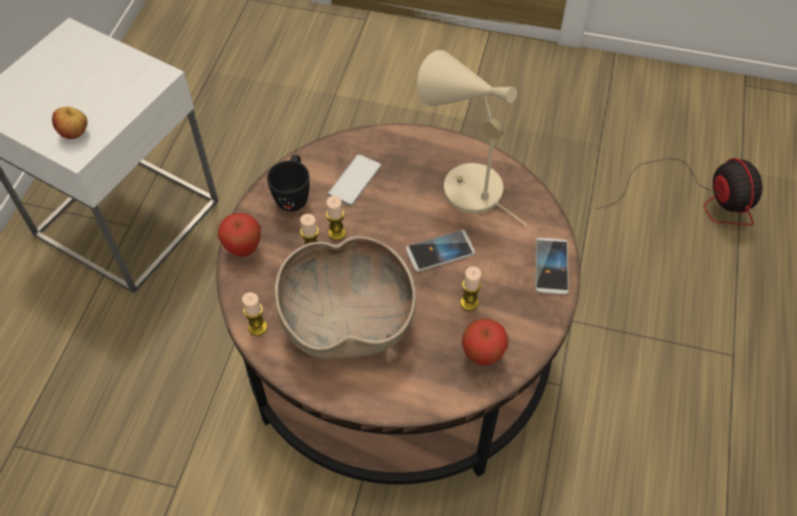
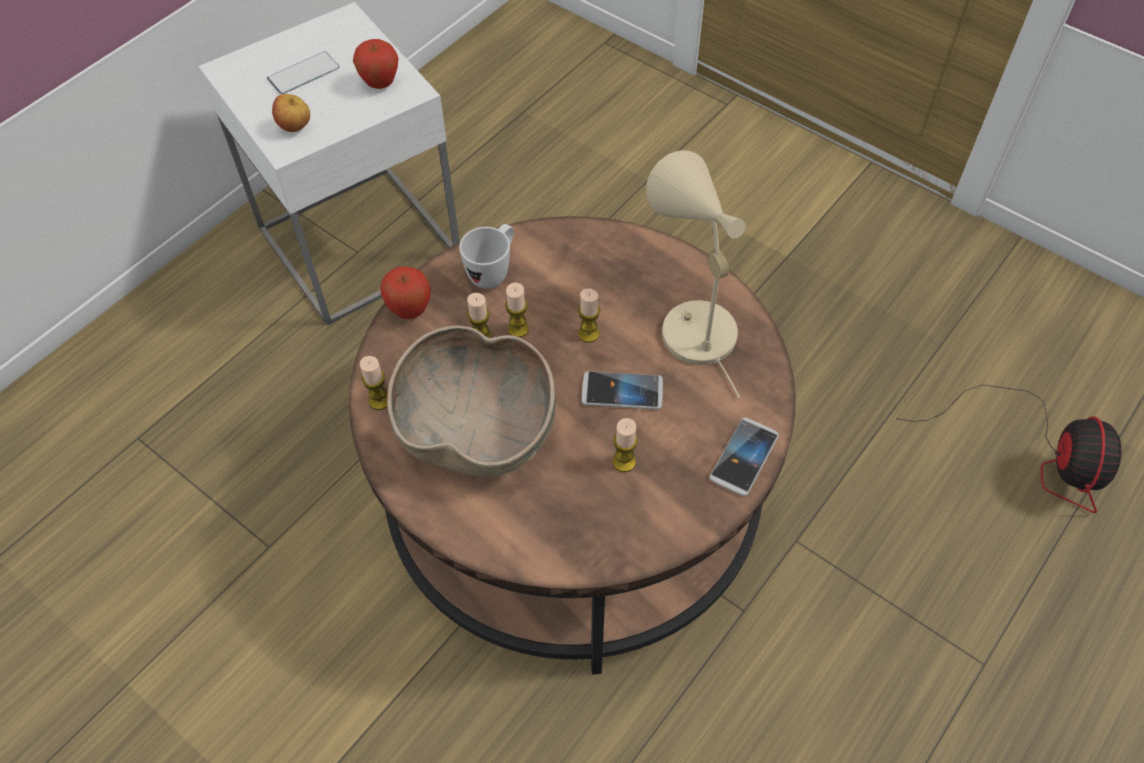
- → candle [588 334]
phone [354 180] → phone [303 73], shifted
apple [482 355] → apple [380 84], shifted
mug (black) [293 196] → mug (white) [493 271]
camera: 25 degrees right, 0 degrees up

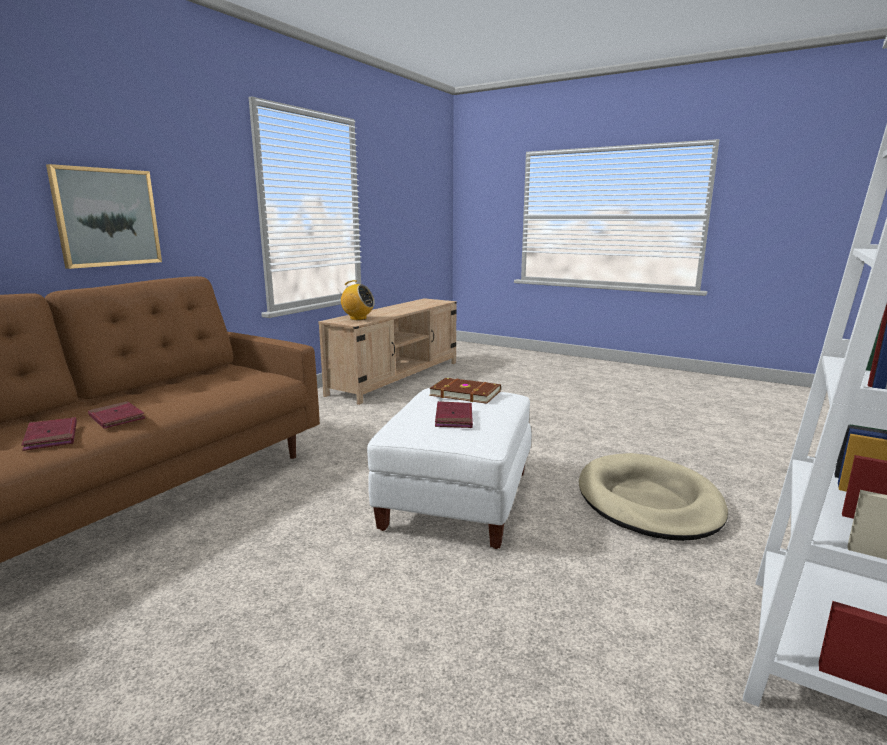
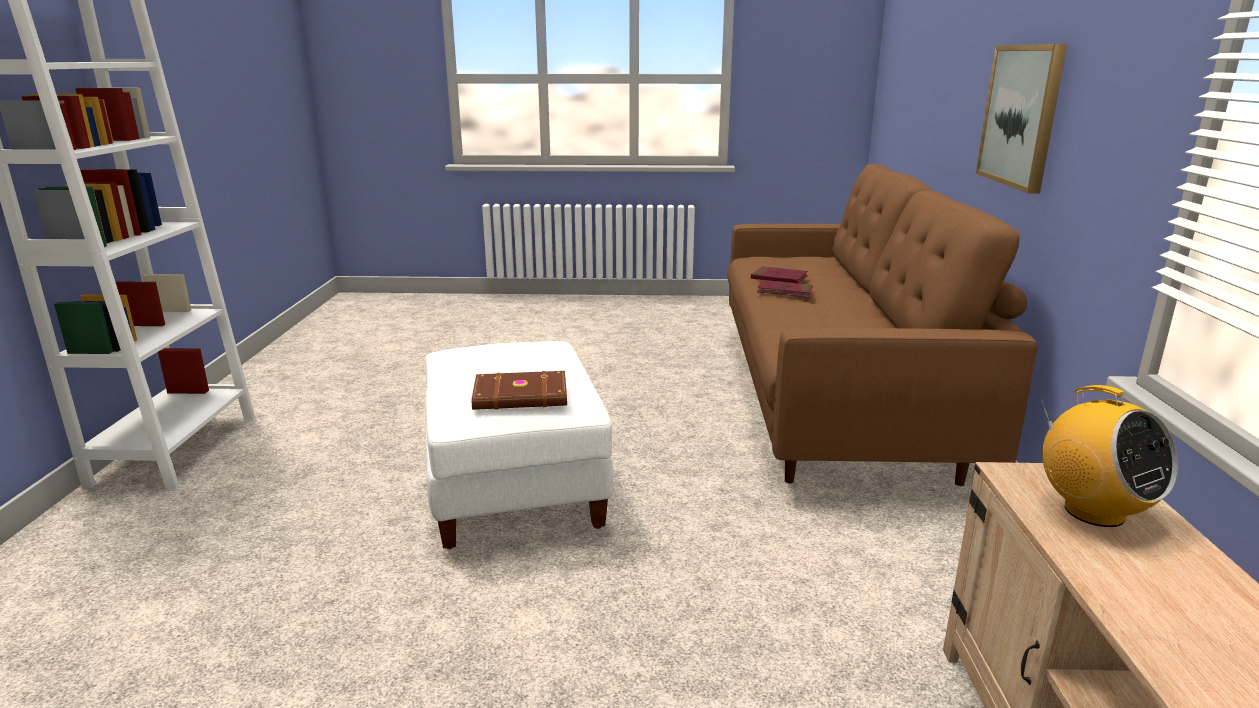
book (red) [454 418] → -
dog bed (beige) [648 501] → -
radio [358 318] → radio [1093 511], 105 degrees counterclockwise
camera: 150 degrees right, 5 degrees up

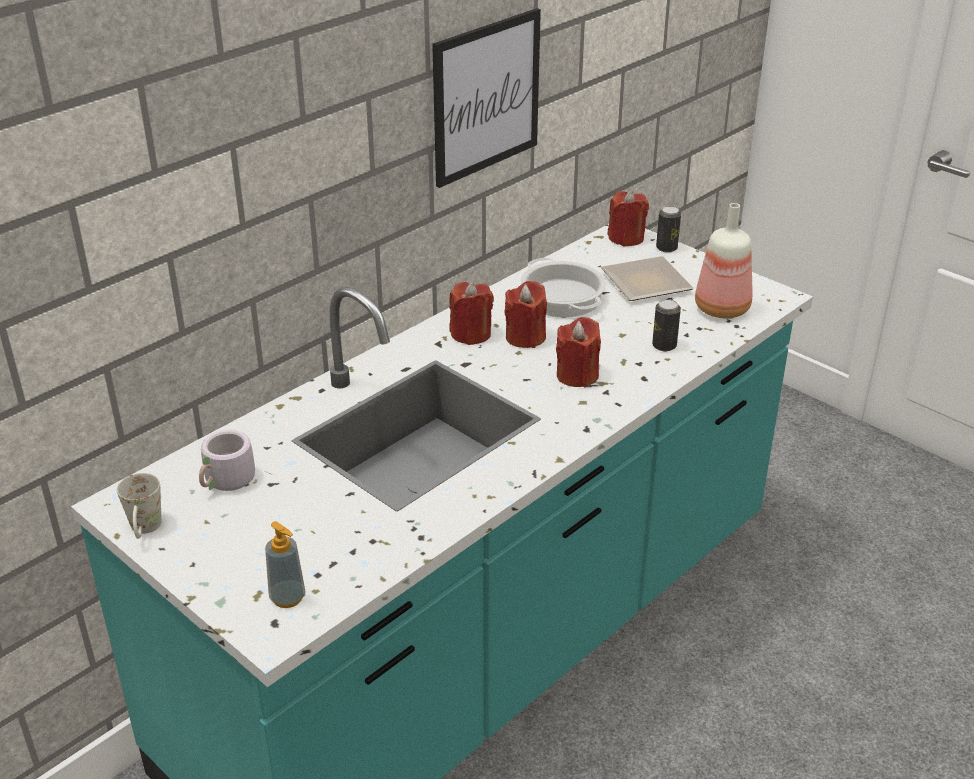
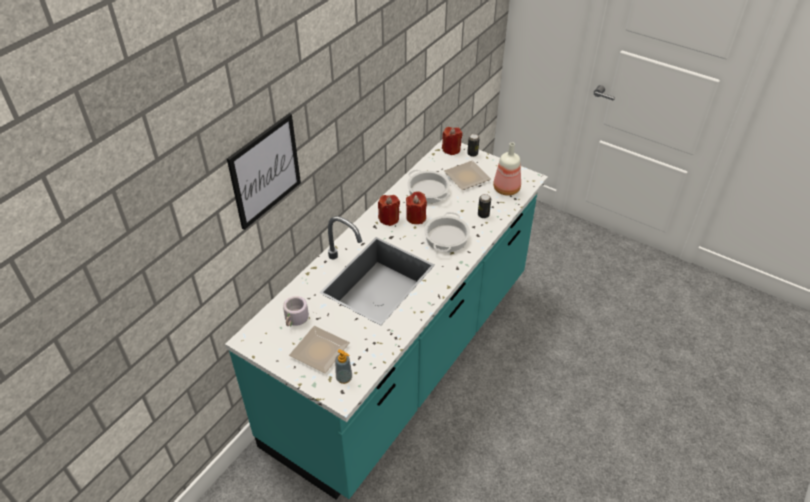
mug (white) [145 531] → -
- → plate [319 349]
picture [486 97] → picture [265 171], shifted
candle (red) [577 375] → cooking pot [446 237]
camera: 10 degrees left, 10 degrees up

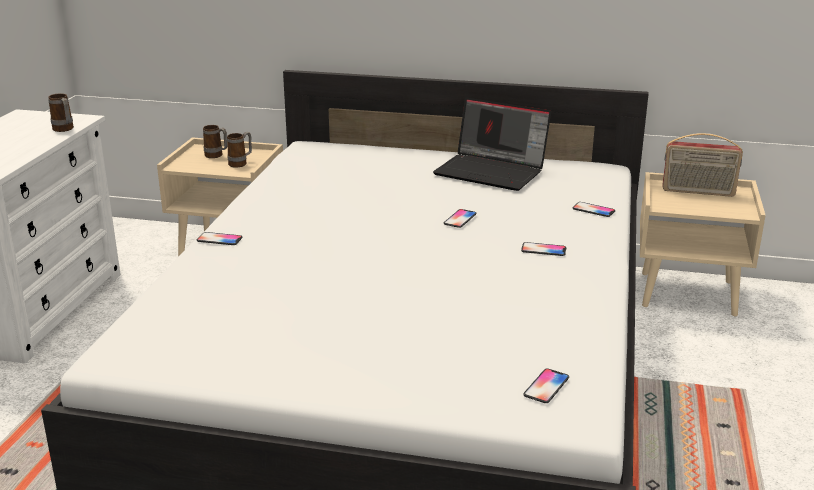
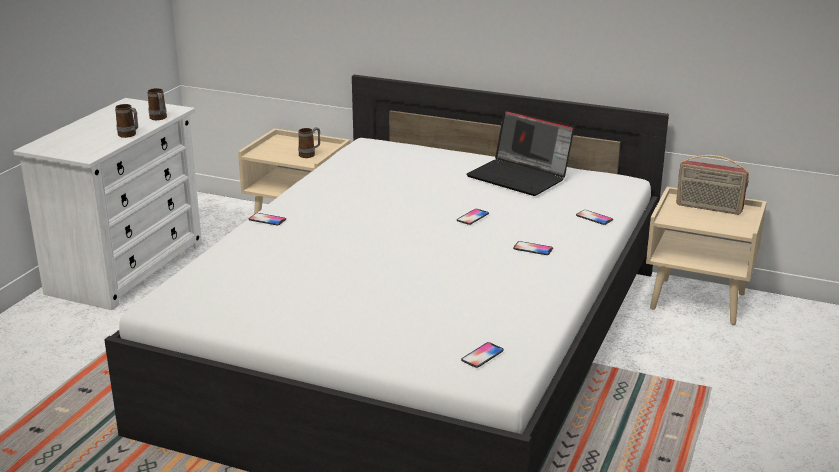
mug [216 156] → mug [129 135], shifted
camera: 10 degrees right, 0 degrees up

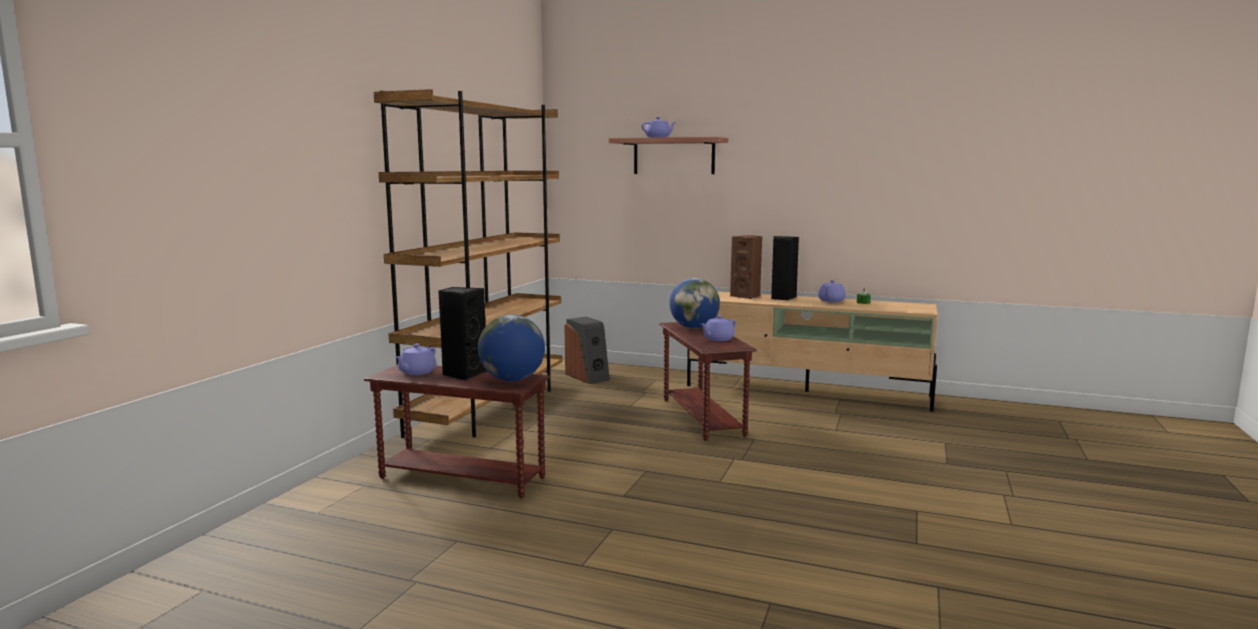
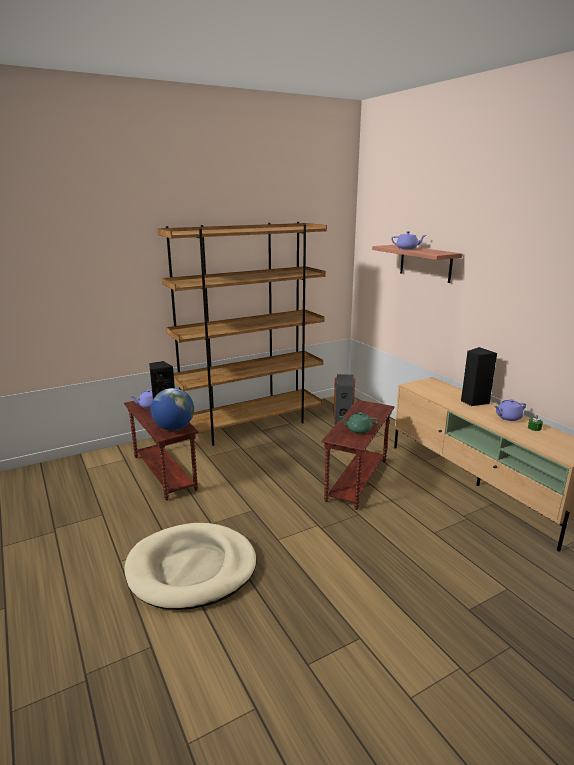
globe [694 327] → -
speaker (brown) [747 296] → -
- → dog bed (beige) [192 569]
teapot (purple) [718 339] → teapot (green) [358 430]
camera: 40 degrees right, 10 degrees up

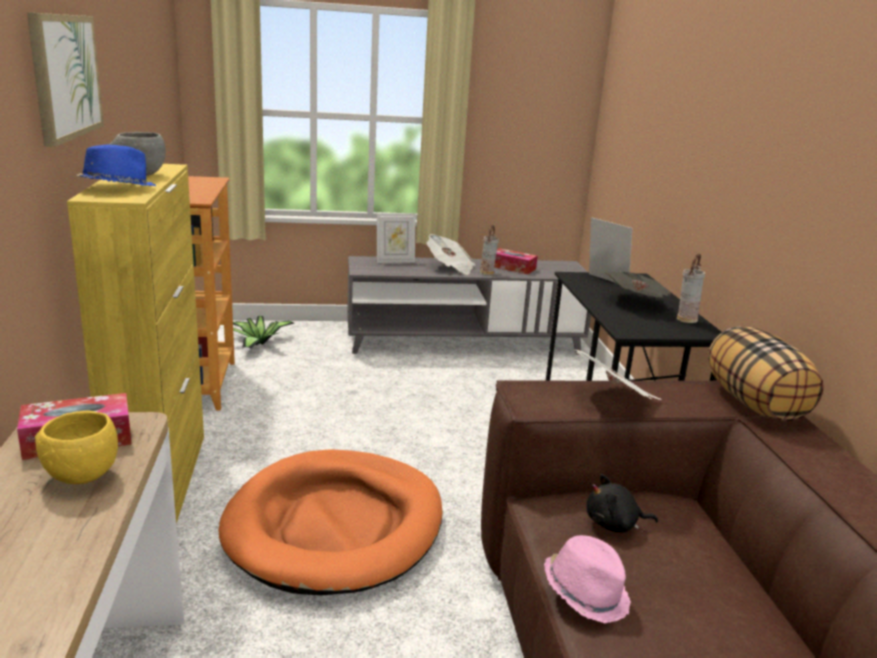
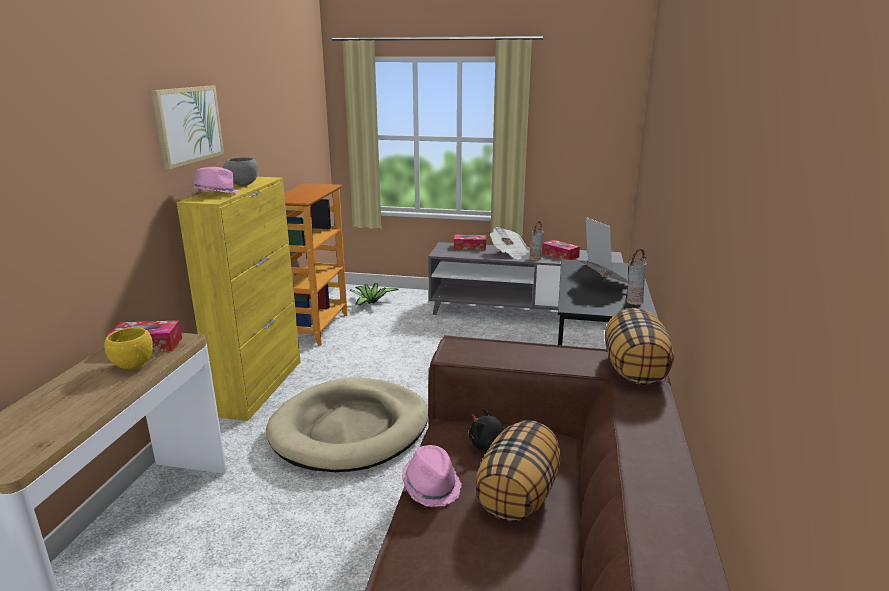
newspaper [614 398] → -
- → pillow [518 496]
picture frame [395 261] → tissue box [470 247]
hat (blue) [117 188] → hat (pink) [215 194]
dog bed (orange) [335 526] → dog bed (beige) [350 429]
camera: 20 degrees right, 0 degrees up

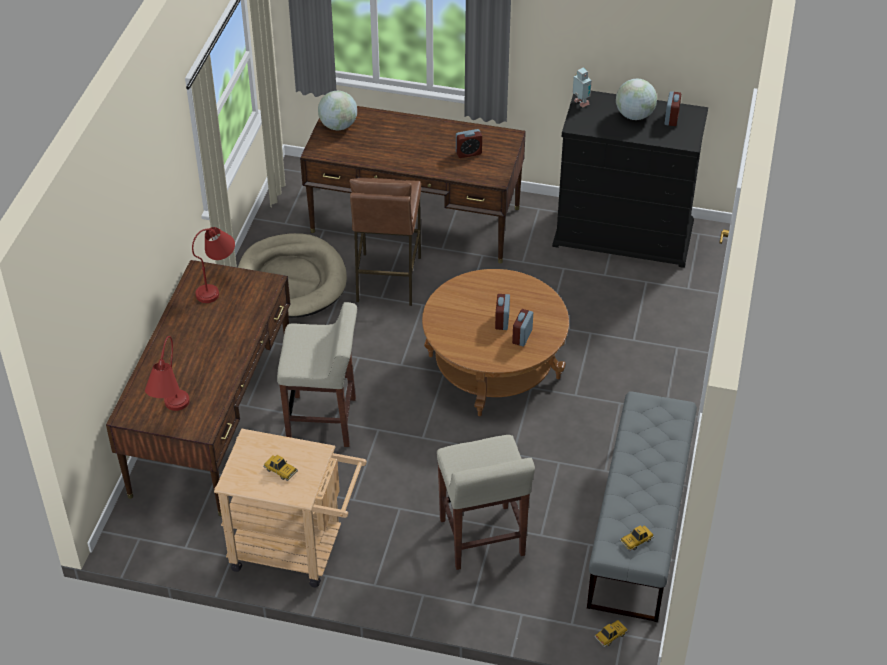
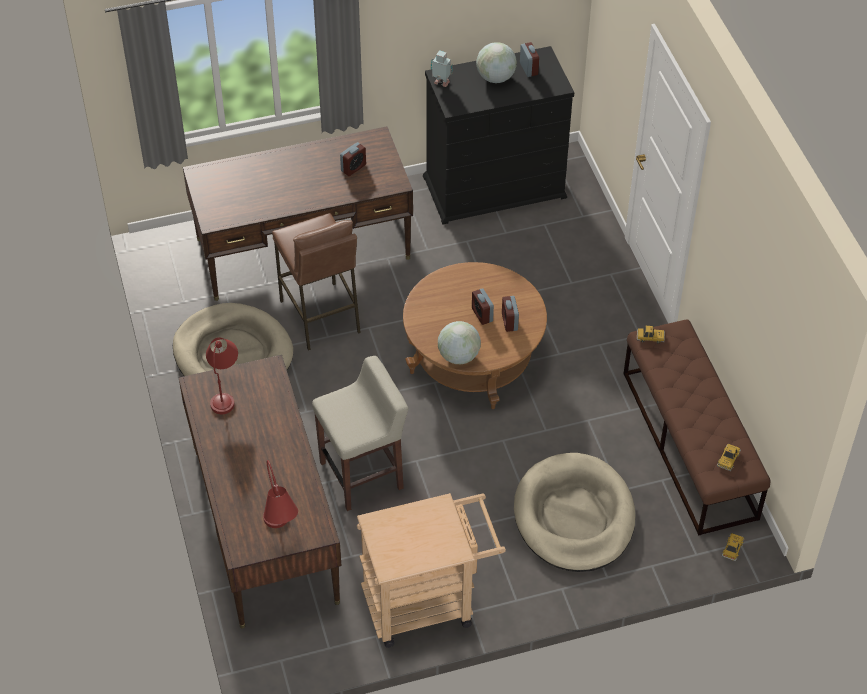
toy car [280 470] → toy car [650 337], shifted
globe [338 126] → globe [459 356], shifted
stool (beige) [482 538] → dog bed (beige) [574 516]
bench (grey) [639 525] → bench (brown) [689 445]
camera: 30 degrees left, 5 degrees up

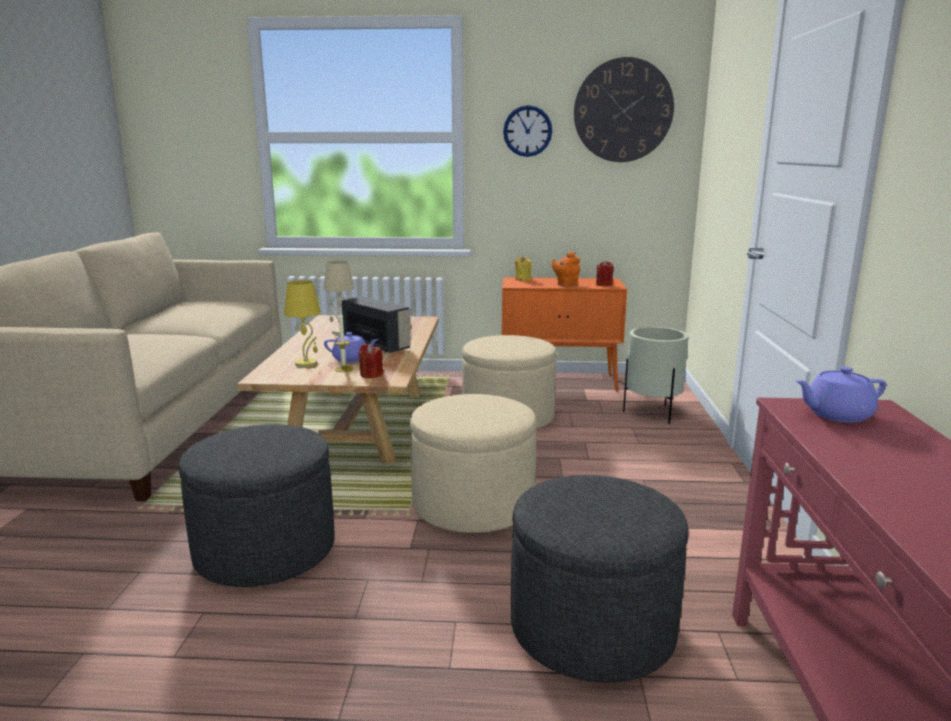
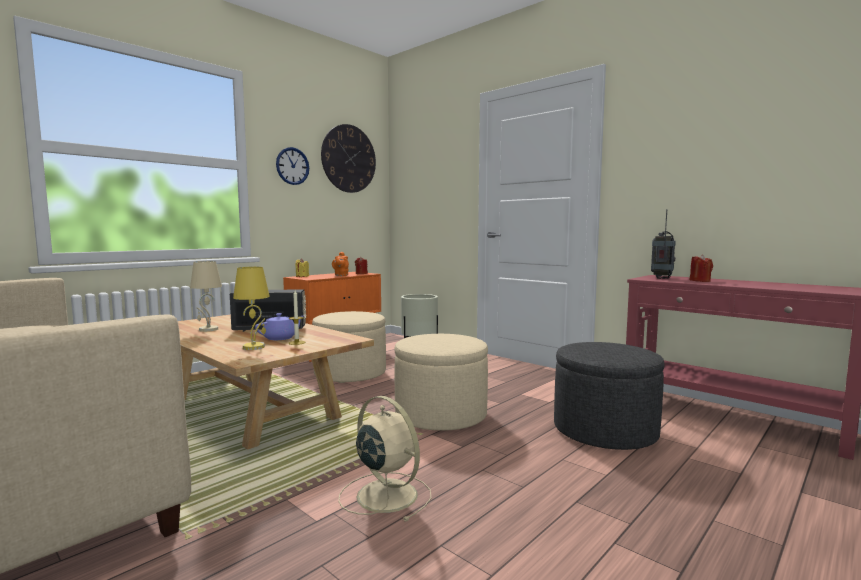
candle (red) [371 375] → candle (red) [700 281], shifted
ottoman (grey) [265 550] → fan (beige) [385 494]
teapot (purple) [836 415] → radio [662 278]
camera: 50 degrees left, 10 degrees down

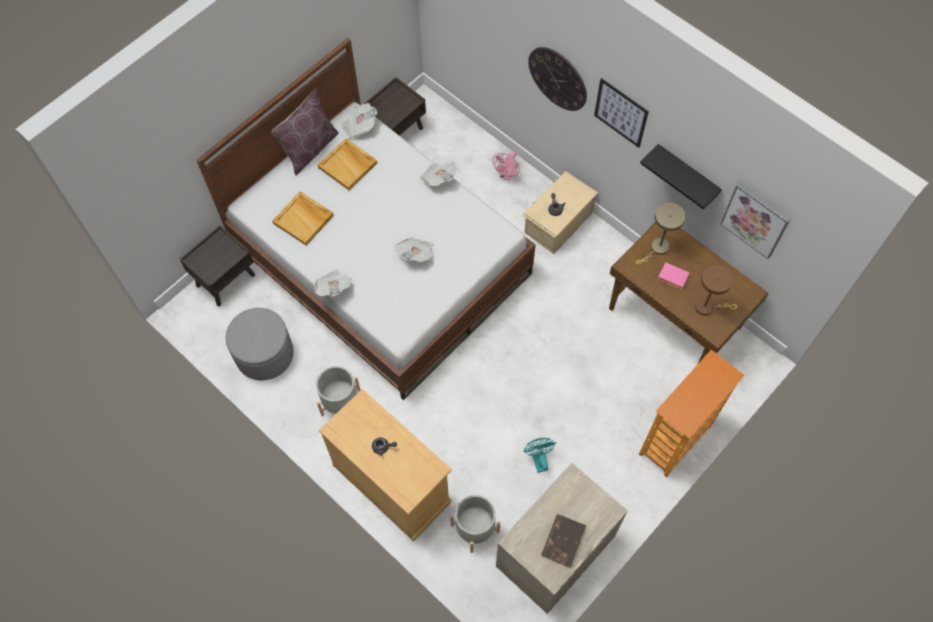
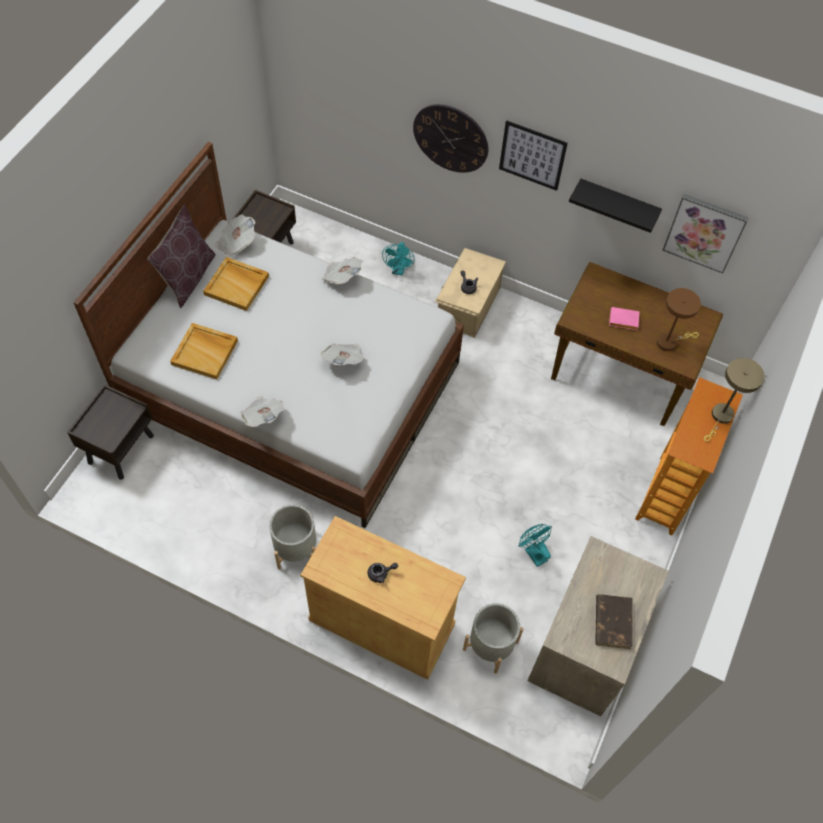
ottoman (grey) [264 354] → -
table lamp (beige) [657 249] → table lamp (beige) [720 417], shifted
fan (pink) [507 175] → fan (turquoise) [398 270]
camera: 20 degrees left, 5 degrees down

